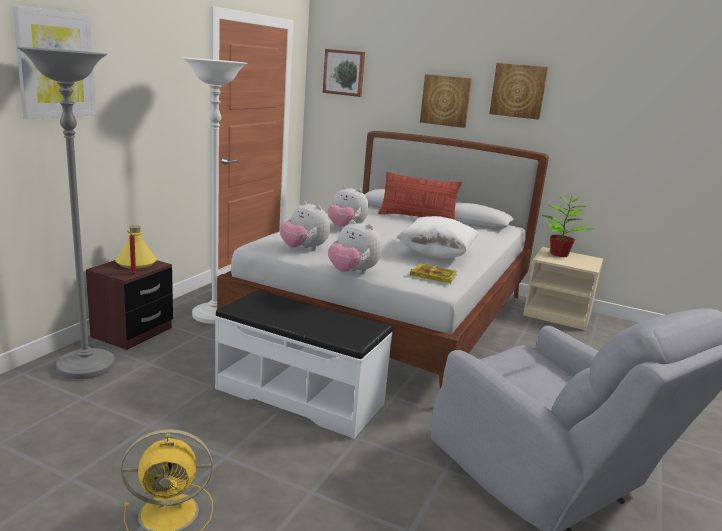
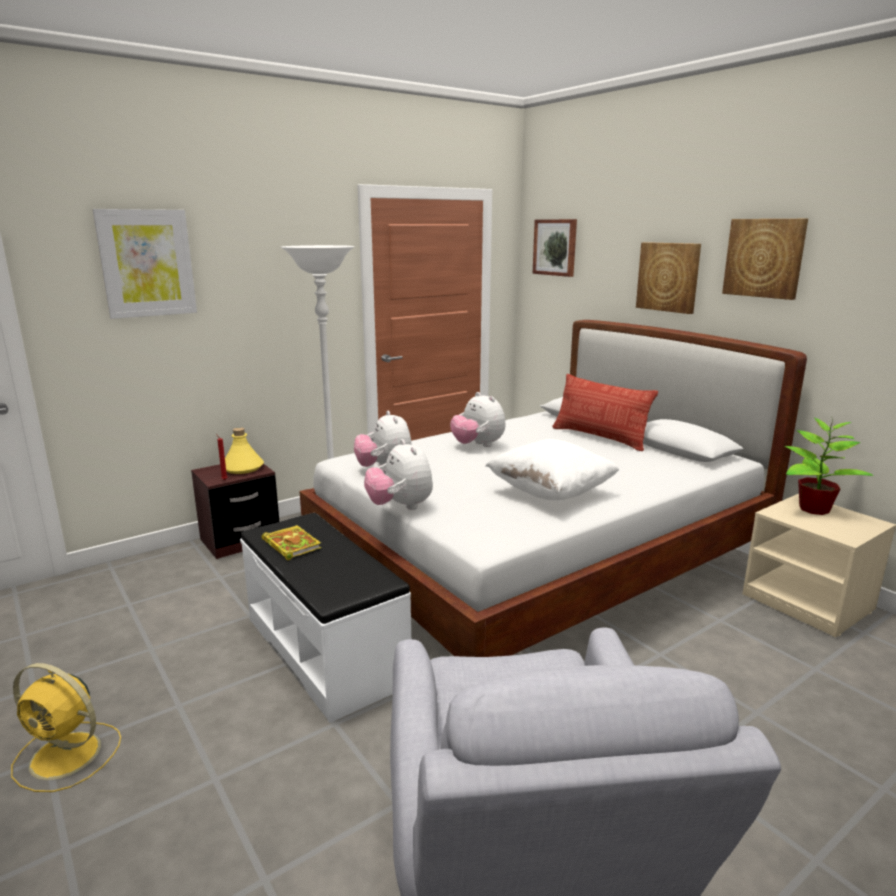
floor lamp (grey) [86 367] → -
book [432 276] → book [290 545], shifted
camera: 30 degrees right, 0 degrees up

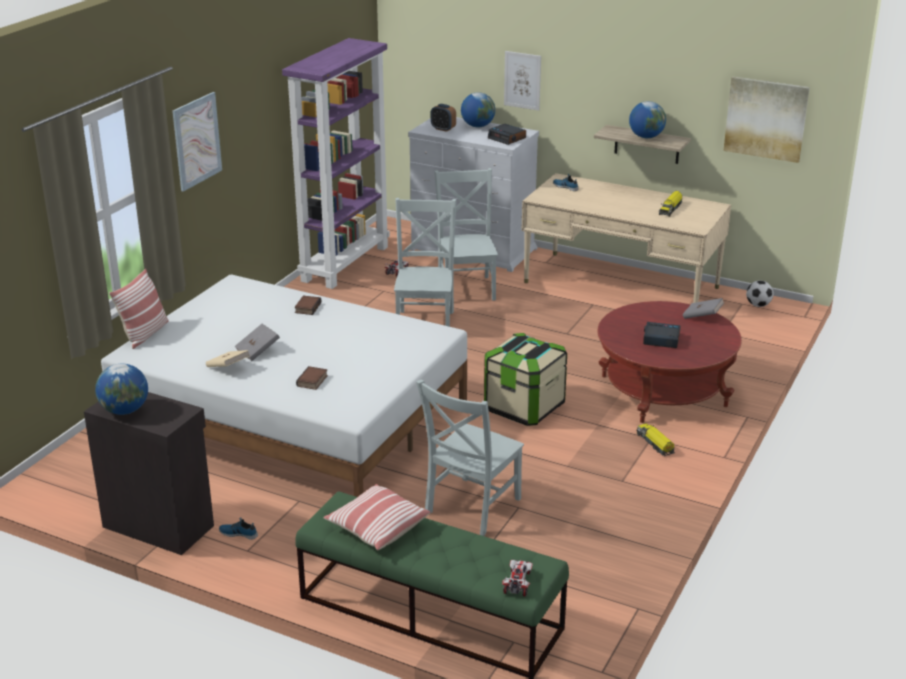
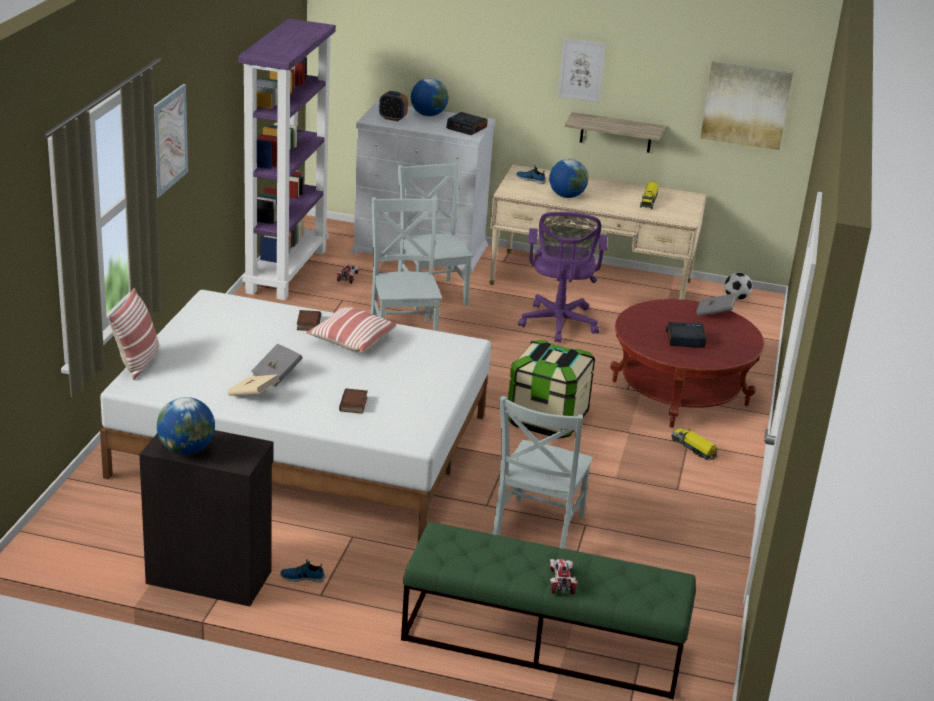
- → office chair (purple) [558 324]
pillow [377 528] → pillow [351 340], shifted
toy car [517 583] → toy car [561 582], shifted
picture [522 80] → picture [581 70], shifted
globe [646 137] → globe [566 196], shifted
camera: 15 degrees left, 0 degrees up

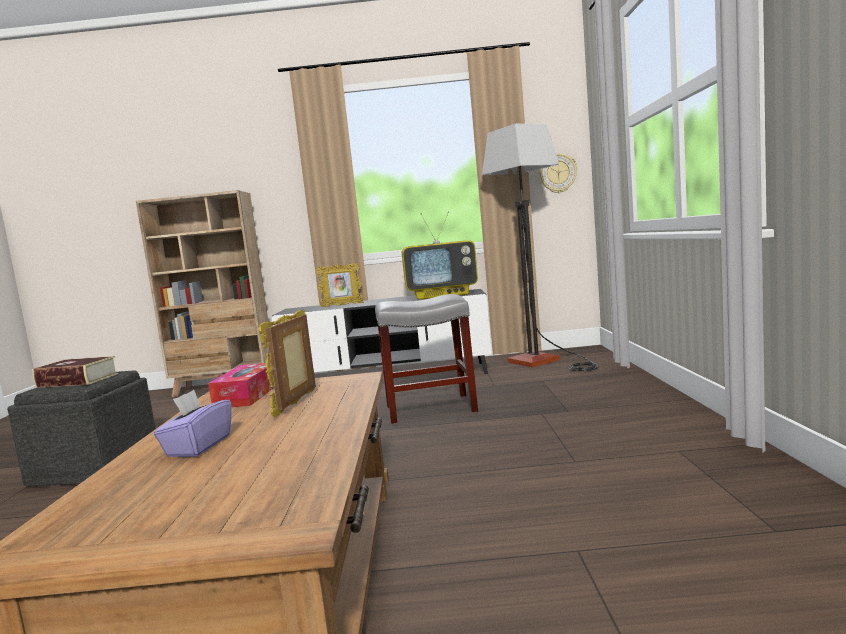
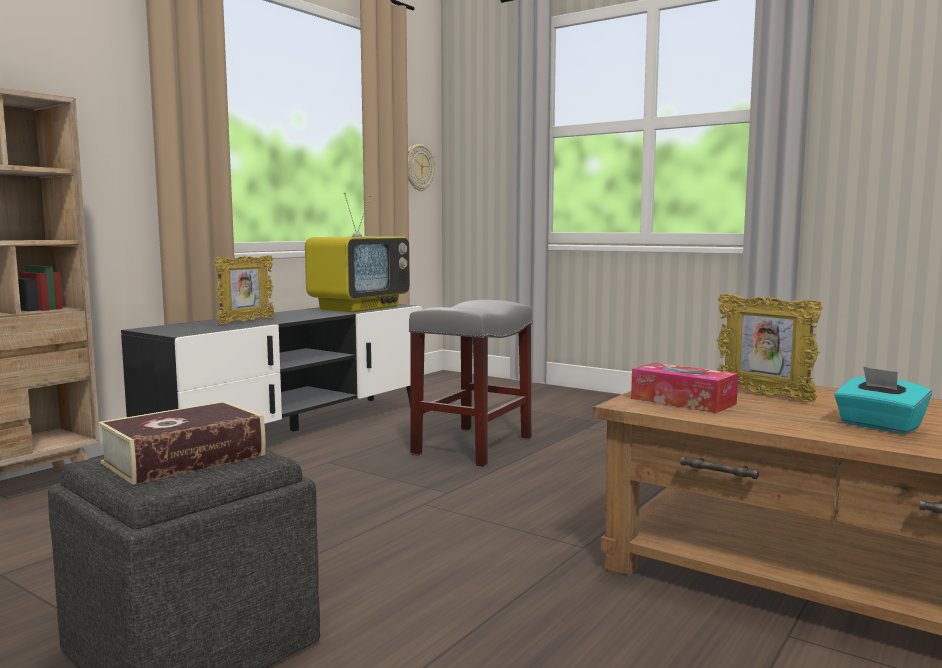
floor lamp [546 362] → -
tissue box (purple) [198 446] → tissue box (turquoise) [879 426]
camera: 55 degrees left, 0 degrees up

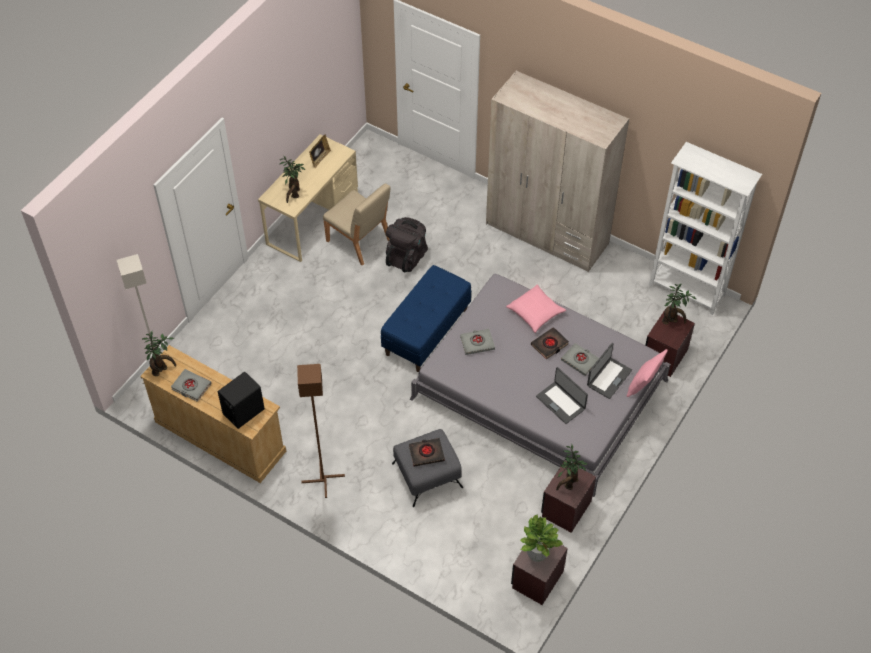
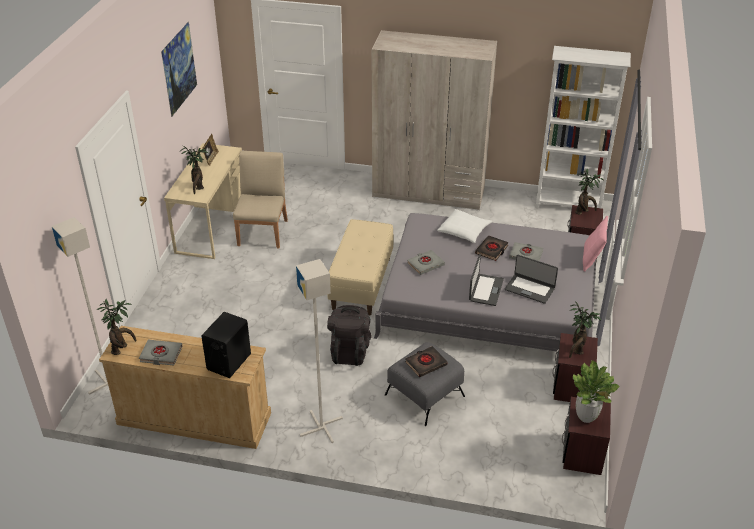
- → picture [182 85]
backpack (black) [407 256] → backpack (black) [350 351], shifted
laptop [608 378] → laptop [485 290], shifted
floor lamp (brown) [323 479] → floor lamp (grey) [322 427]
bench (blue) [426 332] → bench (beige) [362 283]
pillow (pink) [535 312] → pillow (white) [464 231]
chair (beige) [359 241] → chair (beige) [263 232], 105 degrees counterclockwise
camera: 20 degrees left, 15 degrees down

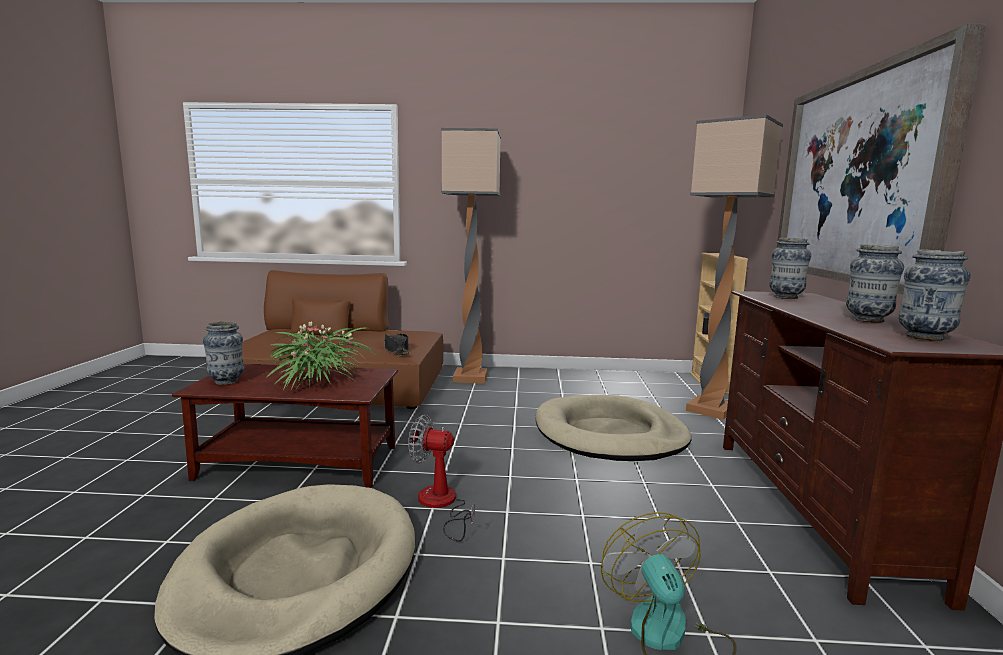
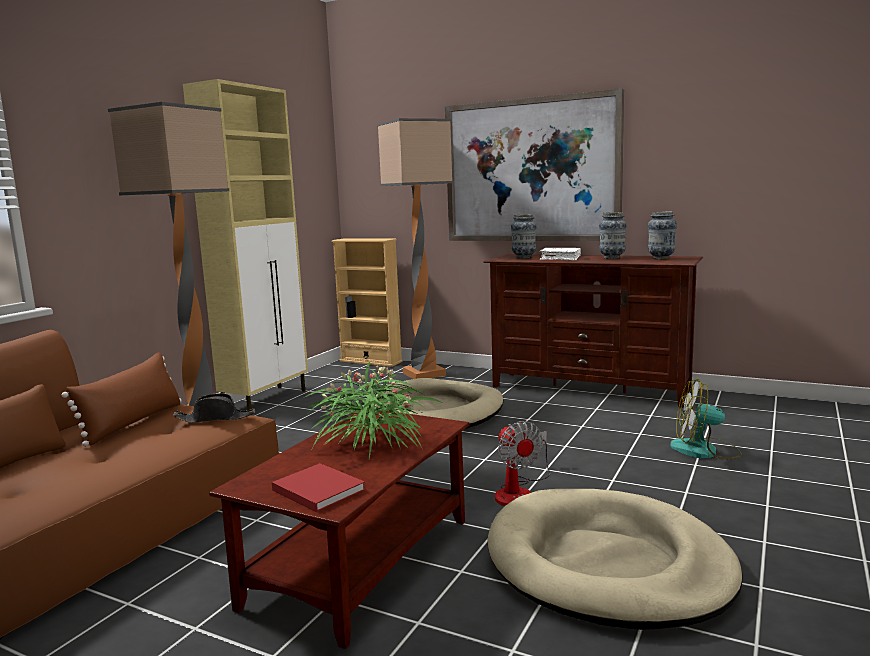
- → pillow (brown) [133 423]
- → cabinet (beige) [266 400]
- → book (white) [560 259]
vase [226 381] → book (red) [317 489]
fan [441 505] → fan [519 492], 60 degrees counterclockwise
camera: 65 degrees left, 0 degrees up

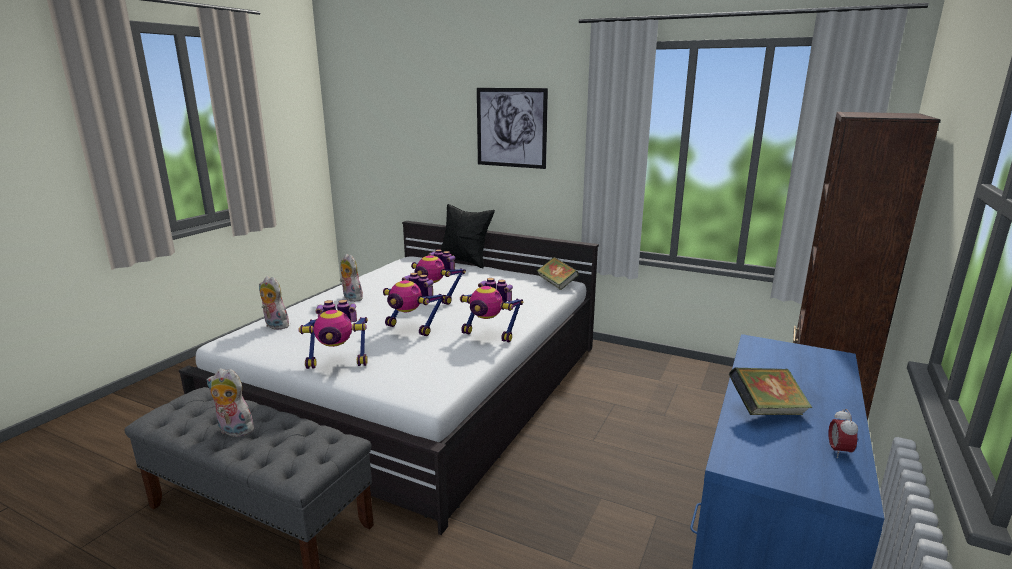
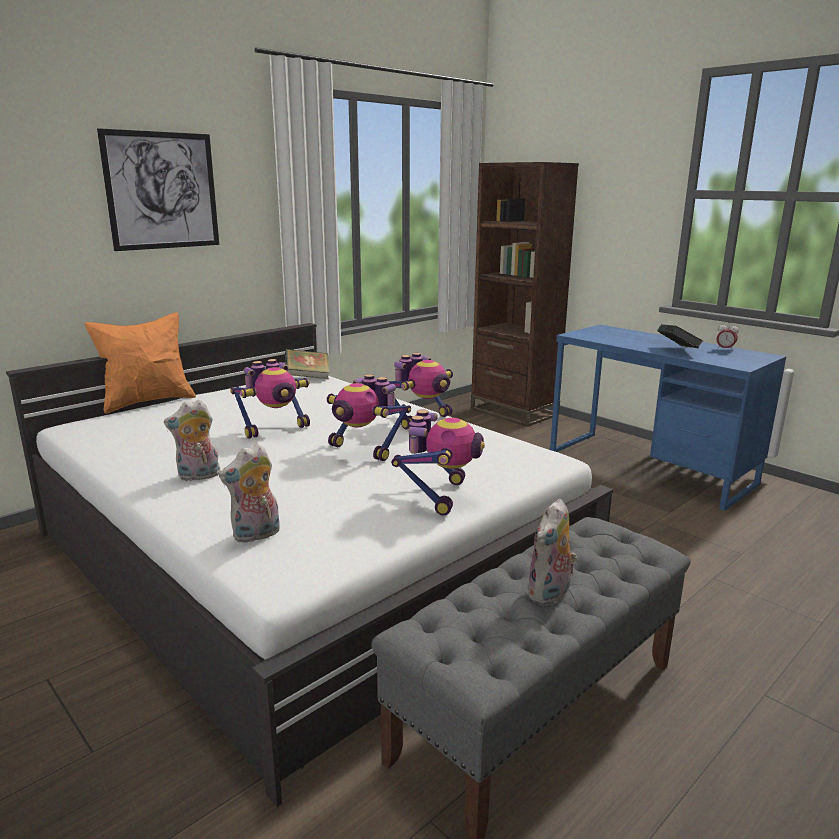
pillow (black) [465 261] → pillow (orange) [148 402]
toy robot [412 328] → toy robot [365 449], 75 degrees clockwise
camera: 70 degrees left, 0 degrees up

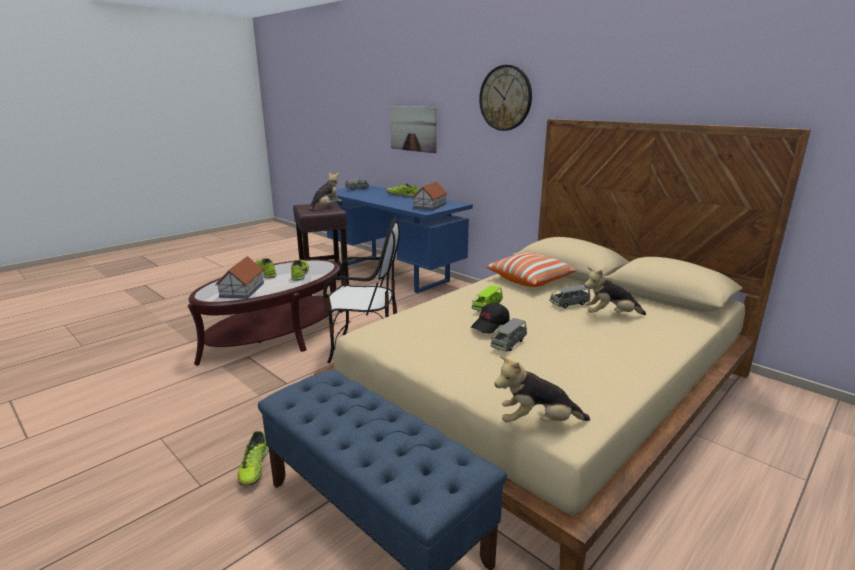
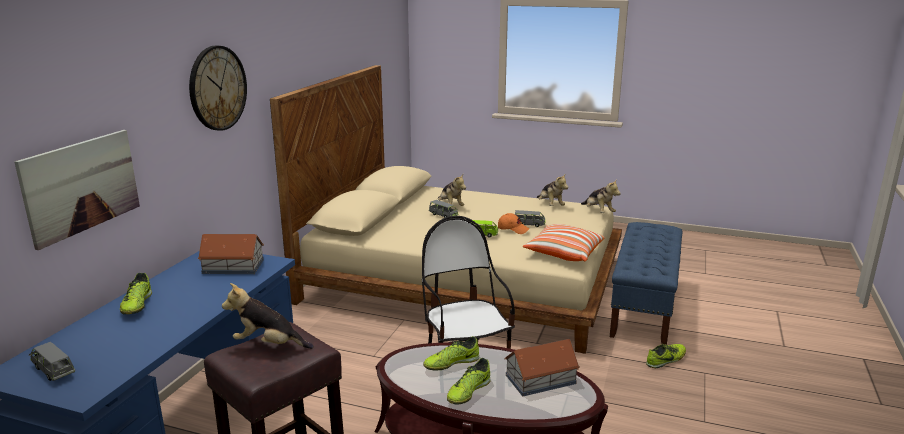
- → plush toy [550 205]
pillow [531 280] → pillow [563 253], shifted
cap (black) [490 325] → cap (orange) [513 229]
camera: 115 degrees left, 0 degrees up

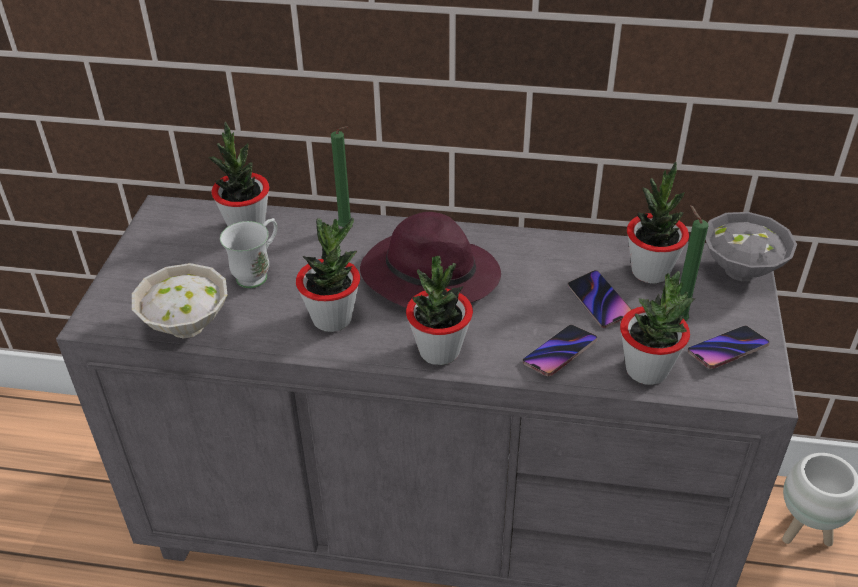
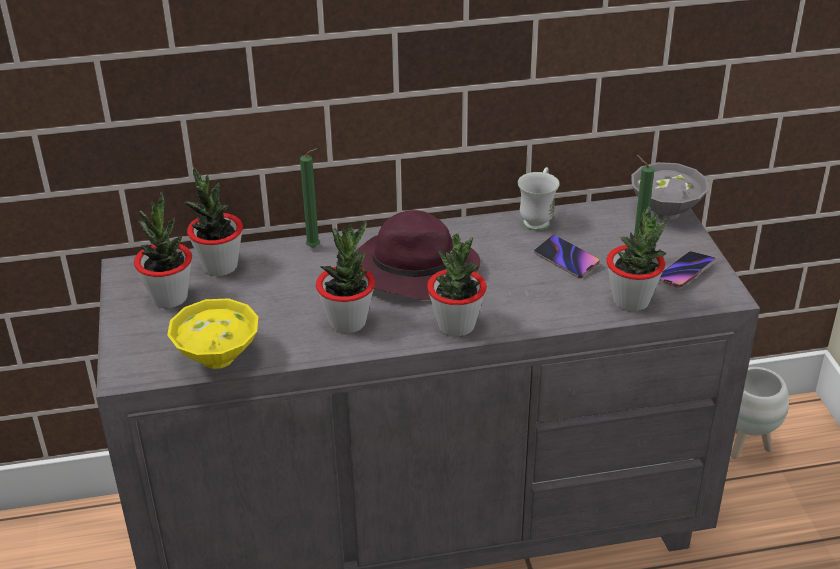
phone [559 353] → -
mug (white) [258 274] → mug (white) [538 219], shifted
potted plant [650 271] → potted plant [169 297], shifted
bowl (white) [187 327] → bowl (yellow) [219 359]
camera: 20 degrees left, 5 degrees down

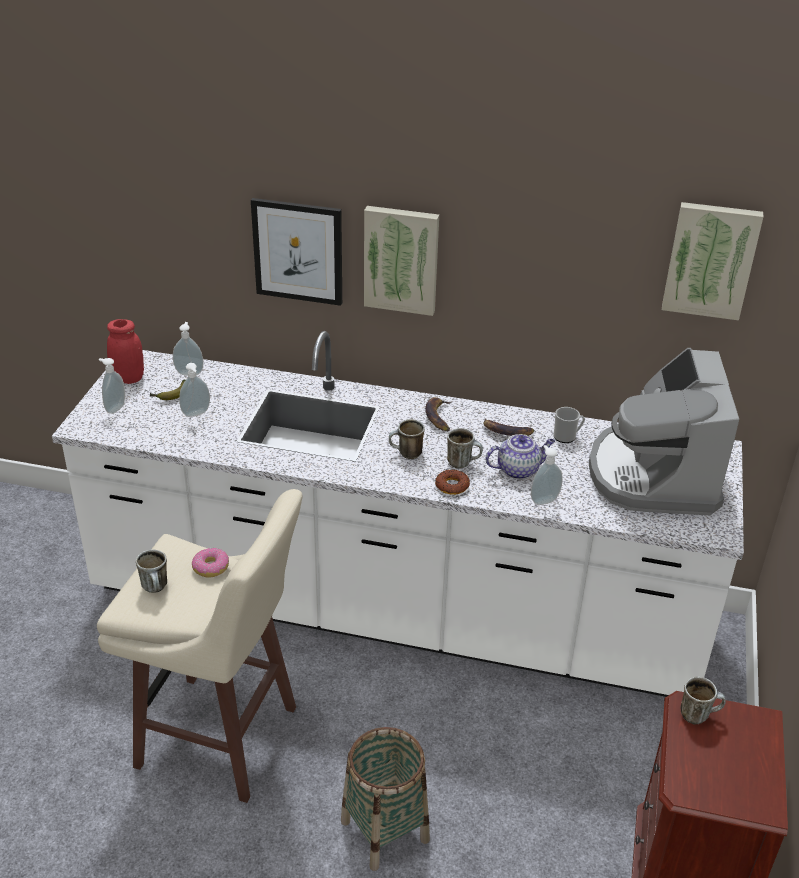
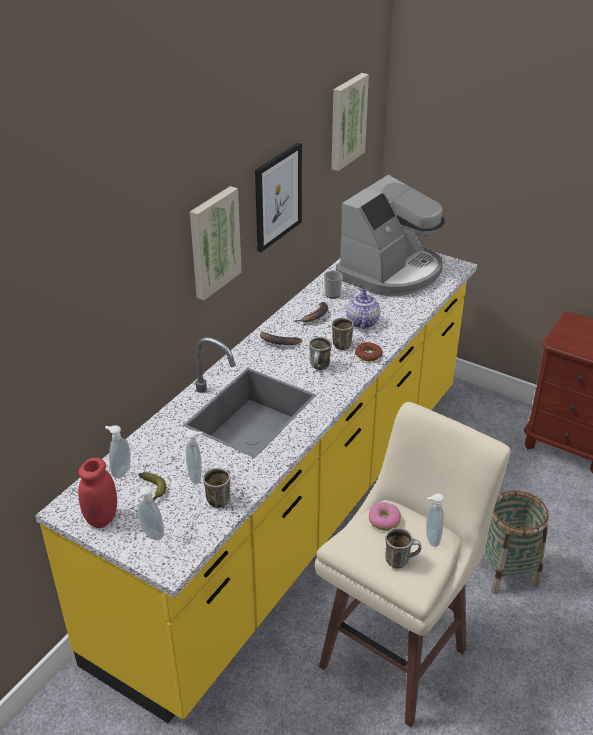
picture [298 251] → picture [277 196], shifted
soap dispenser [543 500] → soap dispenser [431 539], shifted
mug [698 714] → mug [219 498], shifted
counter (white) [394 611] → counter (yellow) [296 512]
coffee machine [654 475] → coffee machine [391 272], 75 degrees counterclockwise
camera: 70 degrees left, 0 degrees up

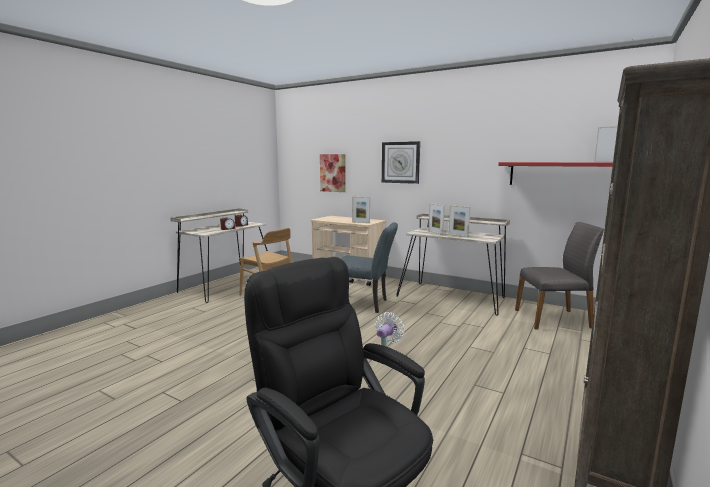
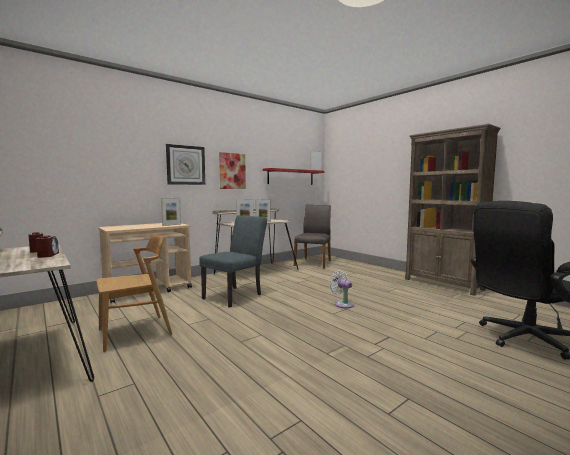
picture [333 173] → picture [232 171], shifted
camera: 70 degrees left, 5 degrees down

